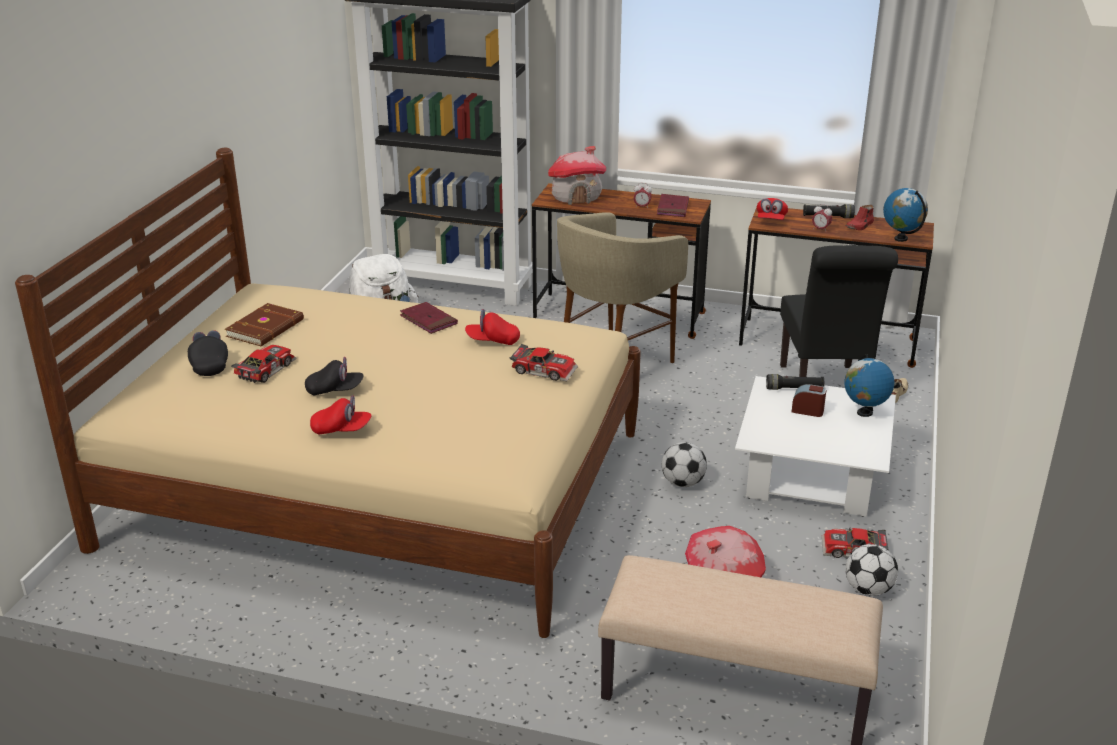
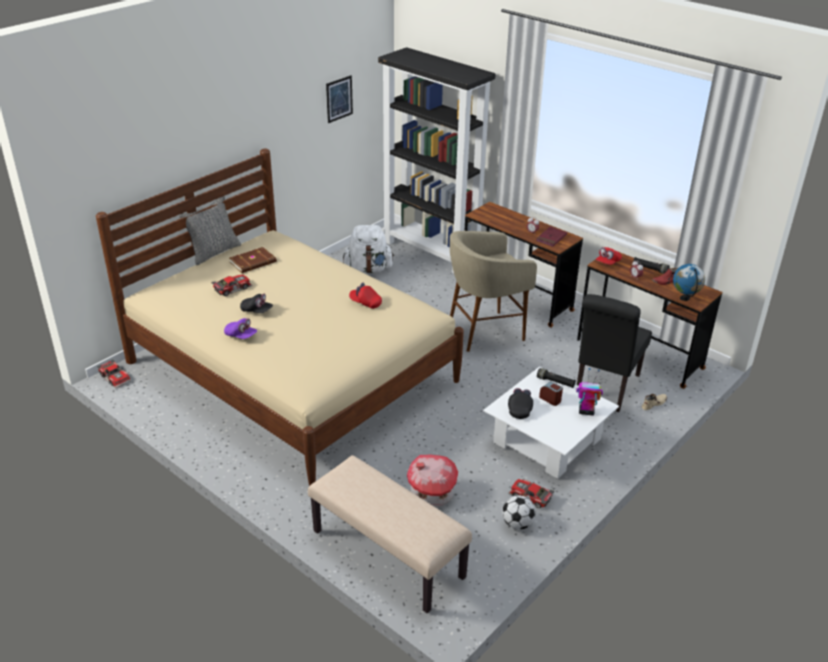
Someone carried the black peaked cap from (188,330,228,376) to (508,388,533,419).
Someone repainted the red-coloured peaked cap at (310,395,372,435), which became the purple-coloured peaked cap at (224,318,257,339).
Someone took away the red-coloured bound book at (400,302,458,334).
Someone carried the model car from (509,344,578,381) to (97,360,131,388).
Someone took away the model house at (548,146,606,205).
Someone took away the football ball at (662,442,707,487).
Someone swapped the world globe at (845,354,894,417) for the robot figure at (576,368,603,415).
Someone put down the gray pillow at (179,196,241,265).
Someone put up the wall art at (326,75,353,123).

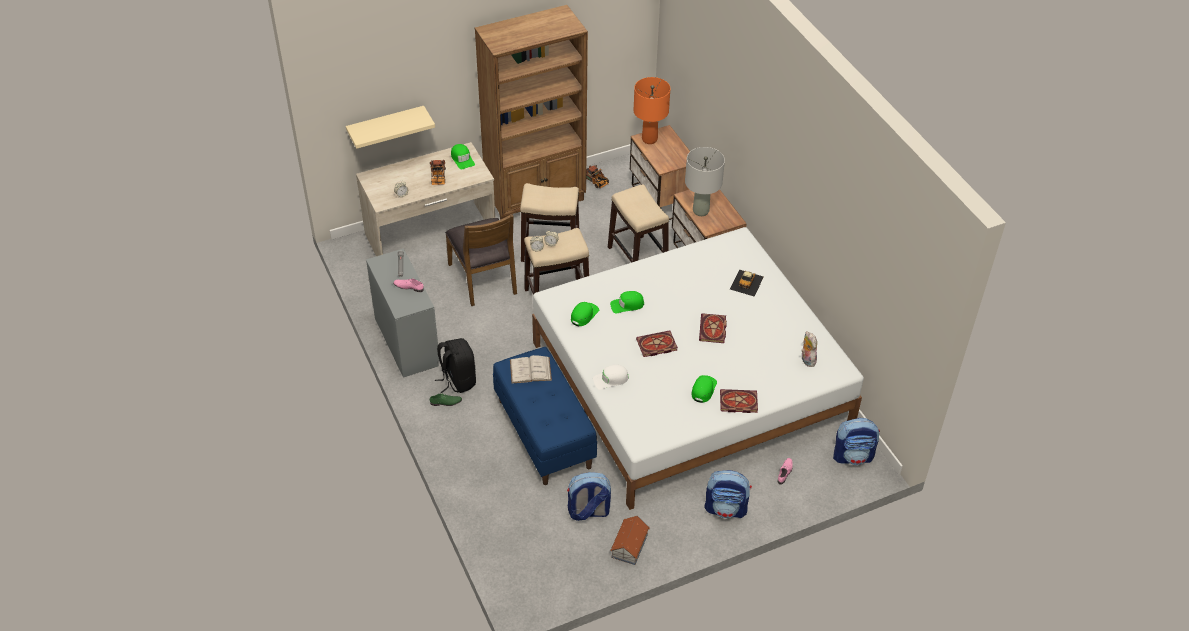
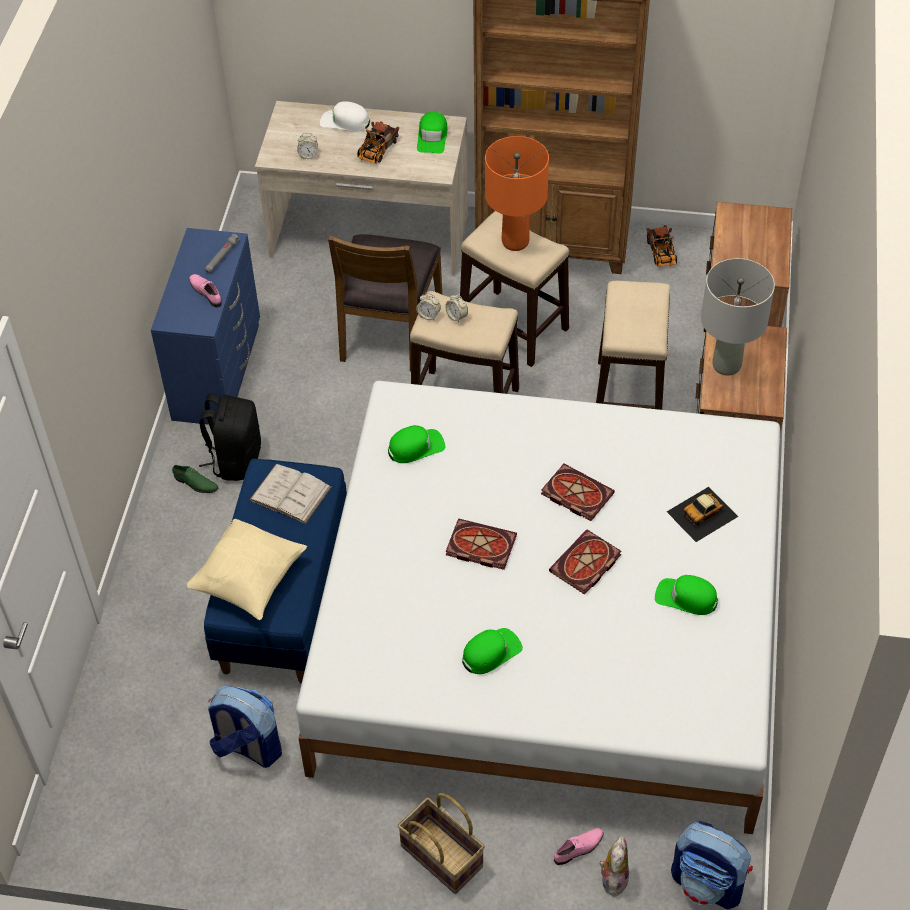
Someone took away the sand-coloured bracket shelf at (346,106,435,149).
Someone repainted the gray dresser at (366,248,439,378), which became the blue-coloured dresser at (151,228,260,425).
Someone carried the whitish peaked cap from (593,365,629,390) to (320,101,370,132).
Someone carried the green peaked cap from (610,291,644,313) to (655,575,718,615).
Someone took away the model house at (610,516,650,565).
Someone carried the orangey lamp for a table from (634,77,670,144) to (485,136,549,251).
Someone swapped the rucksack at (704,470,752,518) for the basket at (398,793,485,894).
Someone carried the bound book from (720,389,758,413) to (541,464,615,521).
Someone carried the plush toy from (801,331,817,367) to (599,836,629,897).
Someone put down the sand-coloured pillow at (187,519,307,620).

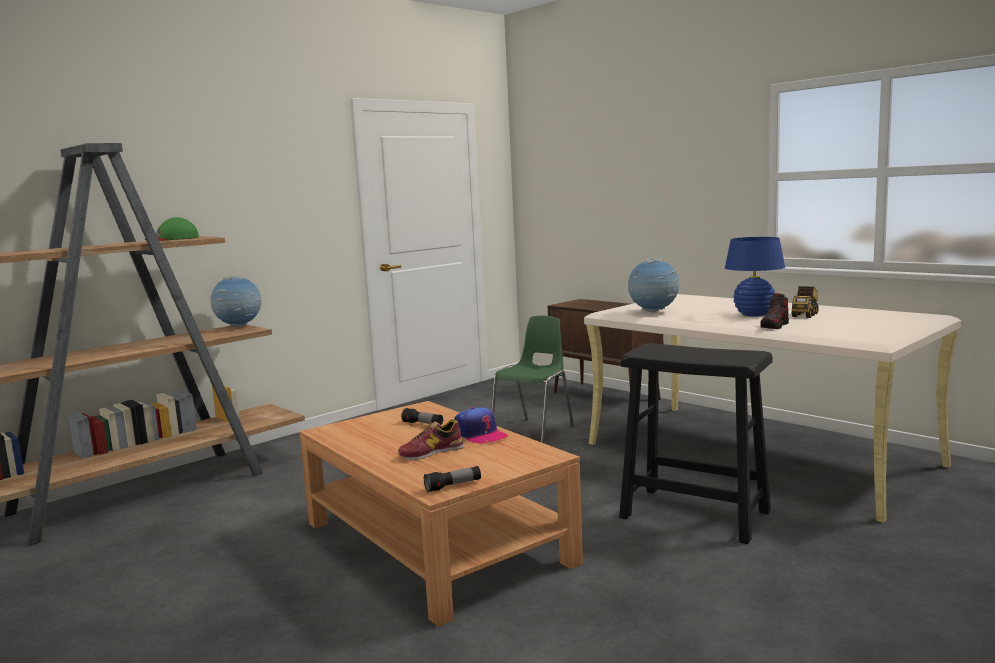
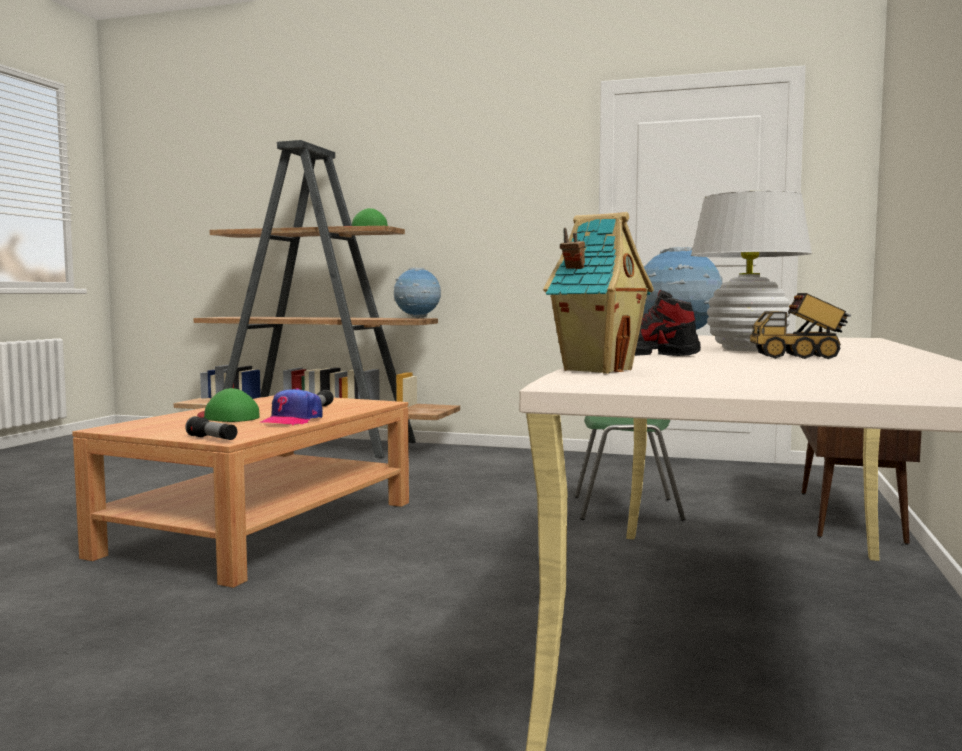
Someone swapped the item of footwear at (398,419,465,460) for the green peaked cap at (197,388,259,422).
Someone carried the flashlight from (424,466,481,492) to (185,416,237,440).
Someone took away the black sitting stool at (619,343,773,544).
Someone repainted the blue-coloured lamp for a table at (725,237,785,316), which became the whitish lamp for a table at (691,190,812,351).
Someone put down the model house at (543,212,654,374).

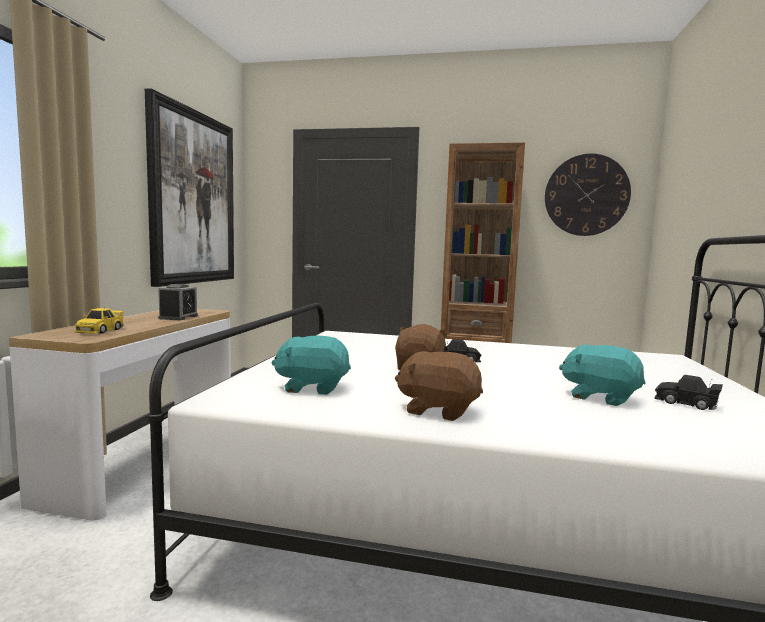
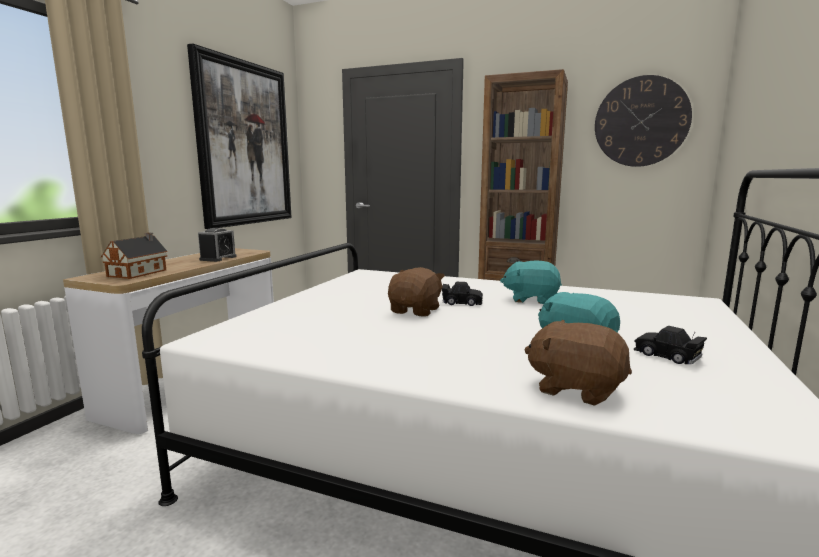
Someone swapped the yellow-coloured model car at (74,308,124,334) for the model house at (101,233,168,279).
Someone carried the turquoise plush toy from (271,336,351,395) to (500,260,562,304).
Someone carried the brown-coloured plush toy from (395,351,483,421) to (524,320,632,406).

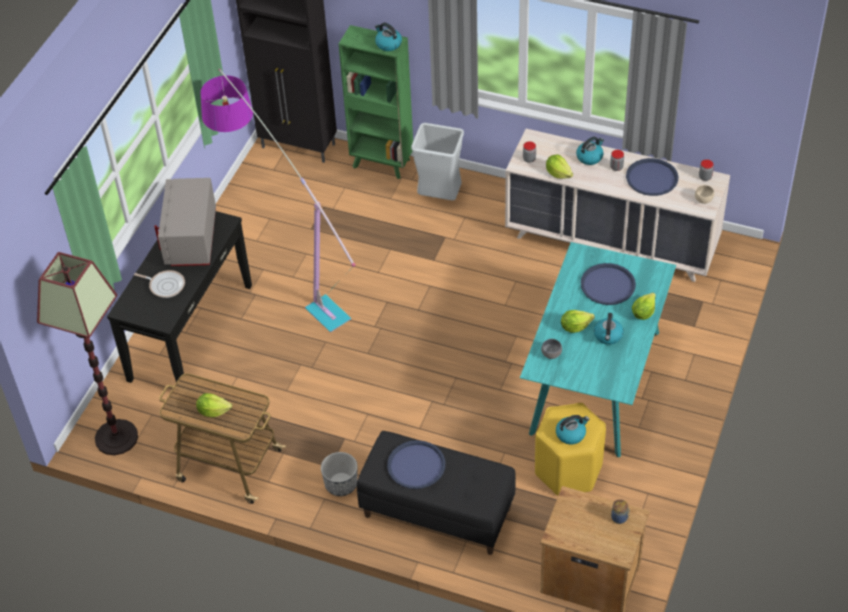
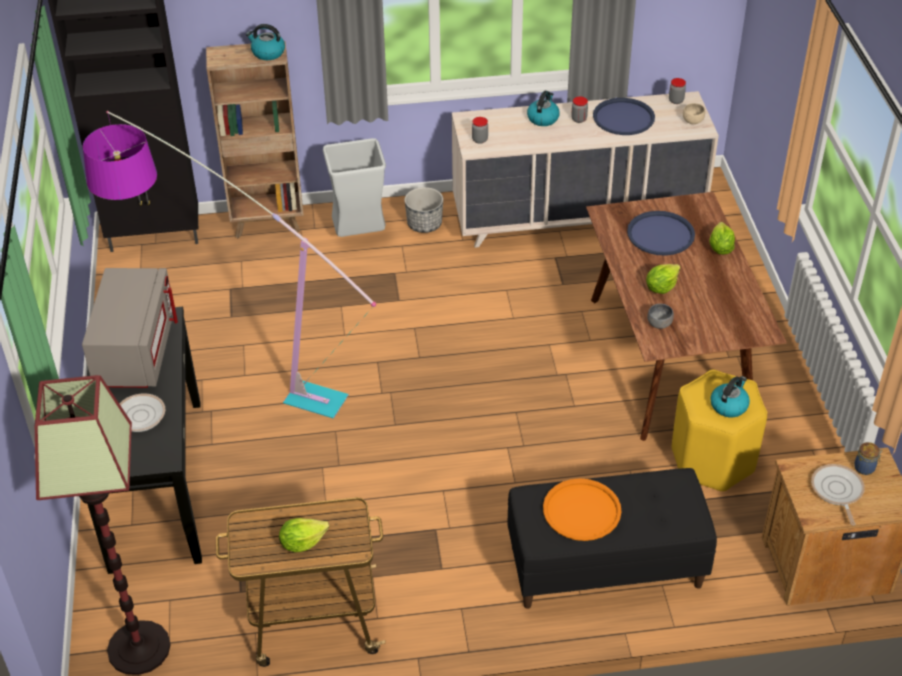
Someone rotated the gray microwave oven at (154,178,216,266) by 150 degrees counterclockwise.
Someone carried the flower pot from (321,452,358,496) to (405,187,443,233).
Someone repainted the green shelving unit at (339,25,413,179), which became the brown-coloured shelving unit at (206,41,304,239).
Someone repainted the blue-coloured tray at (387,440,445,489), which became the orangey tray at (543,478,621,541).
Someone repainted the turquoise dinner table at (520,242,676,457), which became the brown-coloured dinner table at (586,192,787,441).
Someone took away the lettuce at (546,154,573,179).
Someone took away the water kettle at (594,313,624,345).
Someone put down the pan at (811,464,865,526).

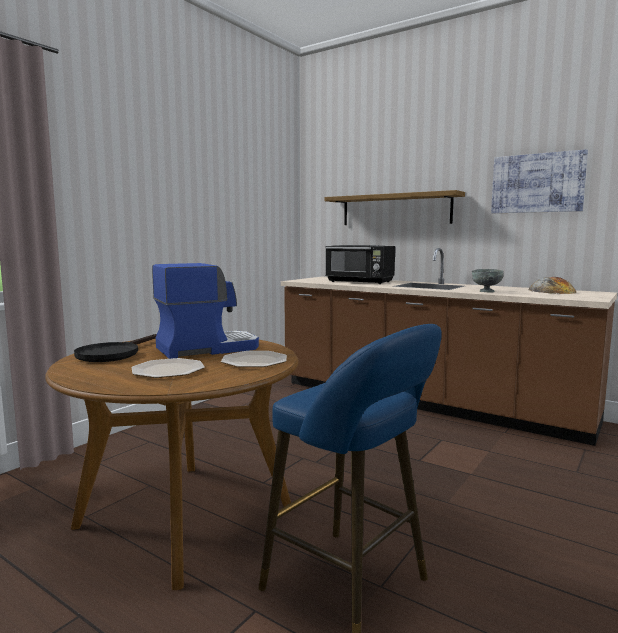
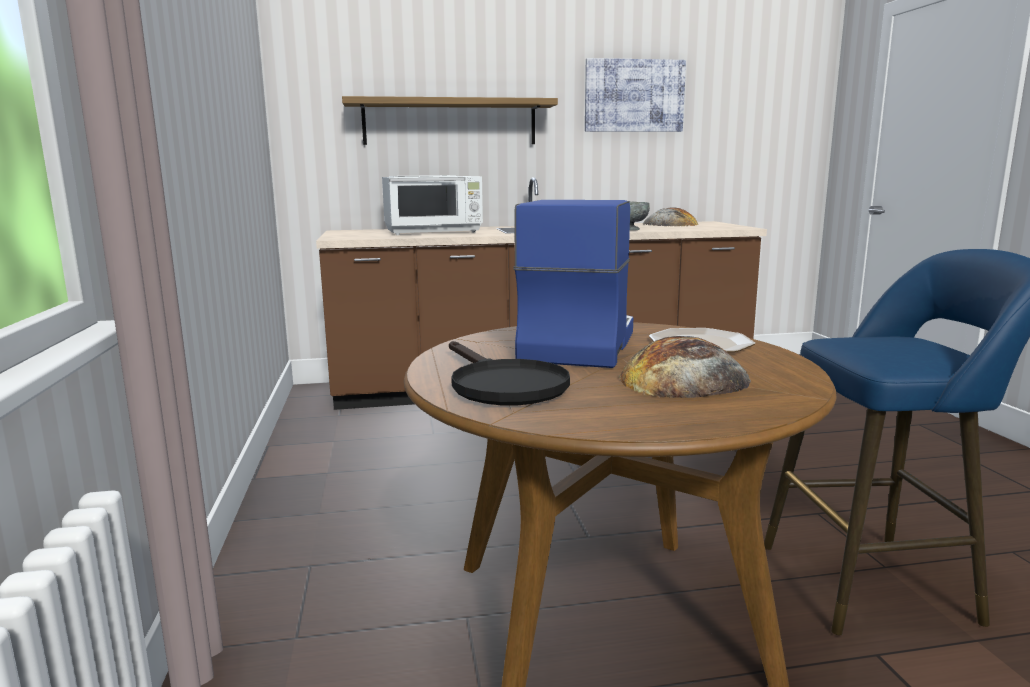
Someone swapped the plate at (131,358,205,378) for the bread at (619,336,751,398).
Someone repainted the black microwave oven at (325,245,395,284), which became the whitish microwave oven at (382,175,483,235).

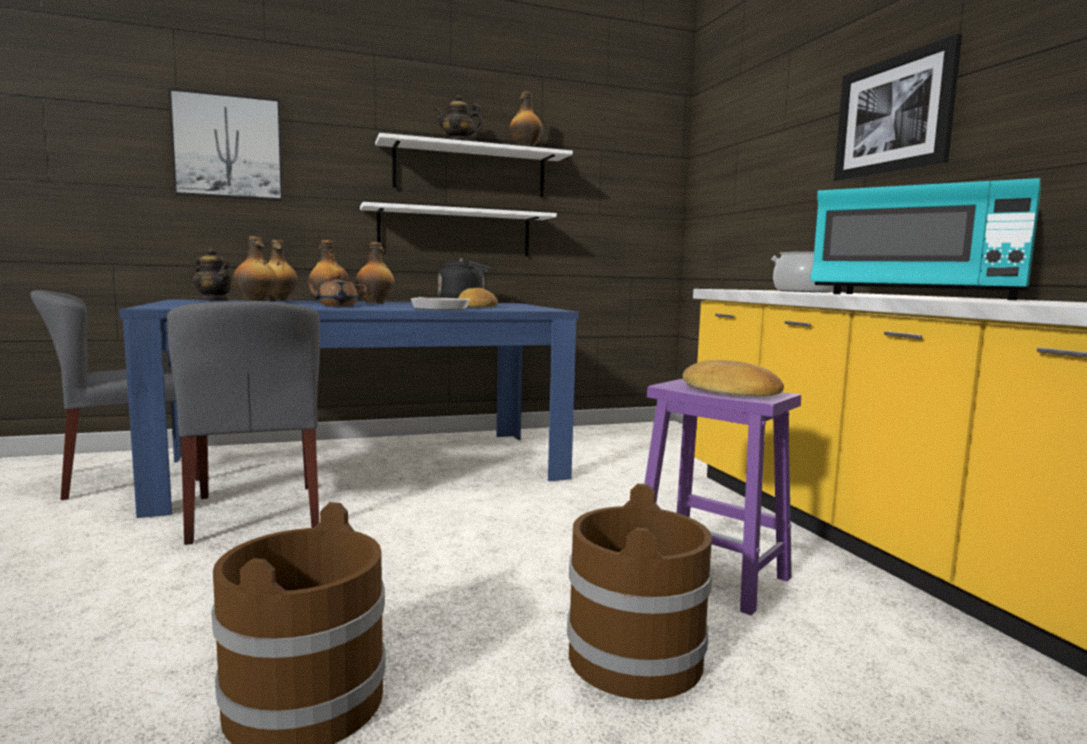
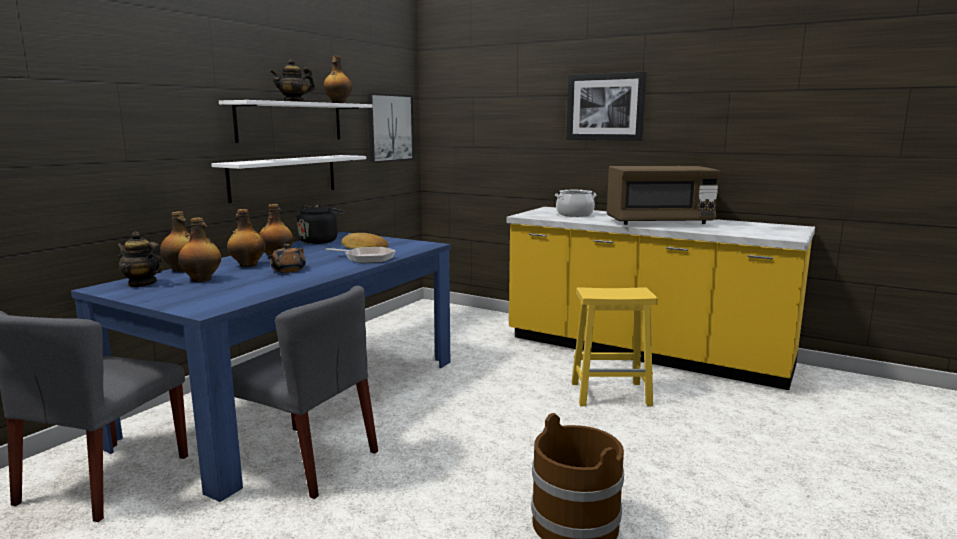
Someone carried the wall art from (168,87,284,201) to (367,93,414,163).
Someone rotated the teapot at (193,248,233,301) by 150 degrees counterclockwise.
Someone took away the brown-coloured water bucket at (567,484,712,700).
Someone repainted the purple-coloured sitting stool at (644,379,801,615), which became the yellow-coloured sitting stool at (572,287,658,406).
Someone took away the bread at (683,360,784,396).
Someone repainted the turquoise microwave oven at (810,178,1041,300), which became the brown-coloured microwave oven at (607,166,721,225).

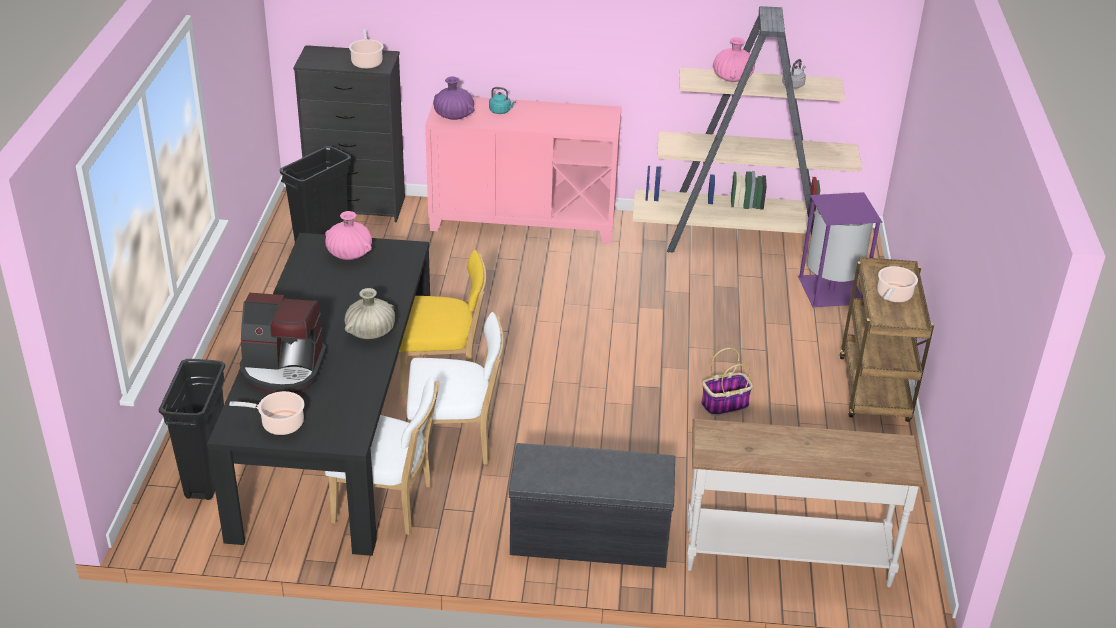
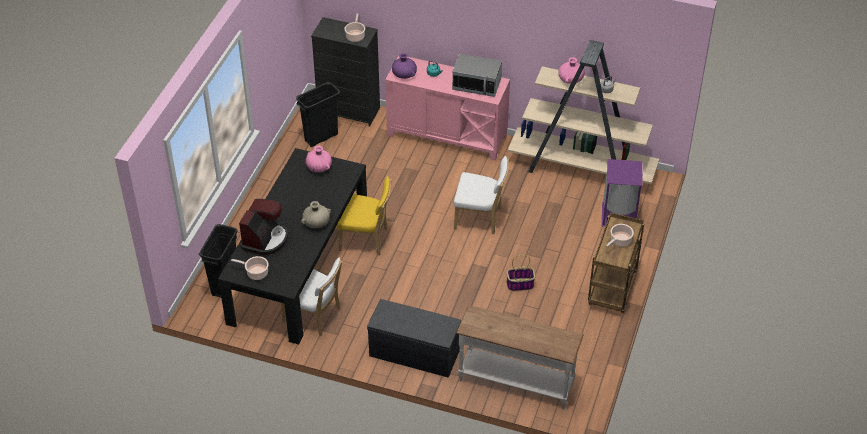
Someone rotated the coffee brewer at (240,293,327,393) by 90 degrees counterclockwise.
Someone carried the whitish plain chair from (407,312,504,465) to (454,156,509,234).
Someone put down the microwave oven at (452,54,502,97).

